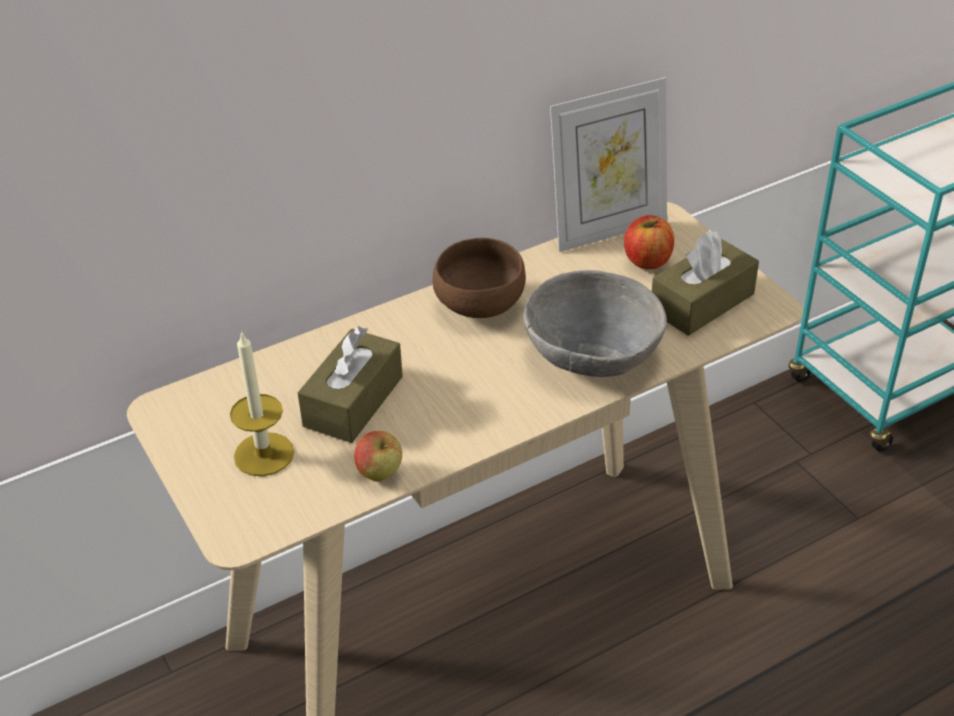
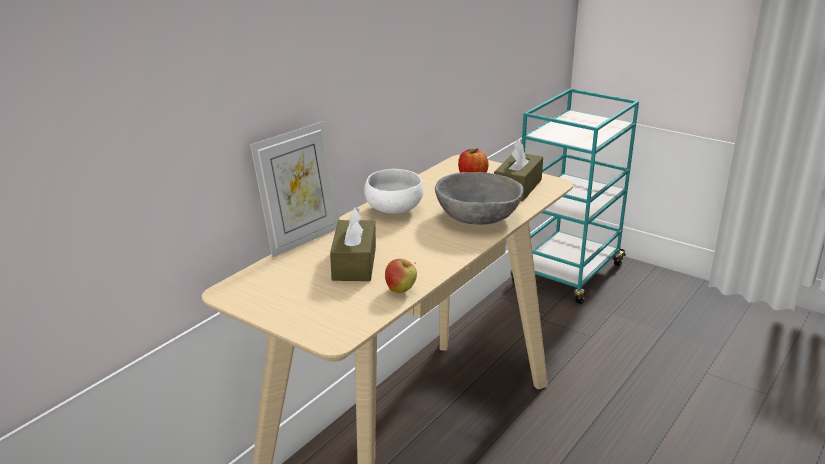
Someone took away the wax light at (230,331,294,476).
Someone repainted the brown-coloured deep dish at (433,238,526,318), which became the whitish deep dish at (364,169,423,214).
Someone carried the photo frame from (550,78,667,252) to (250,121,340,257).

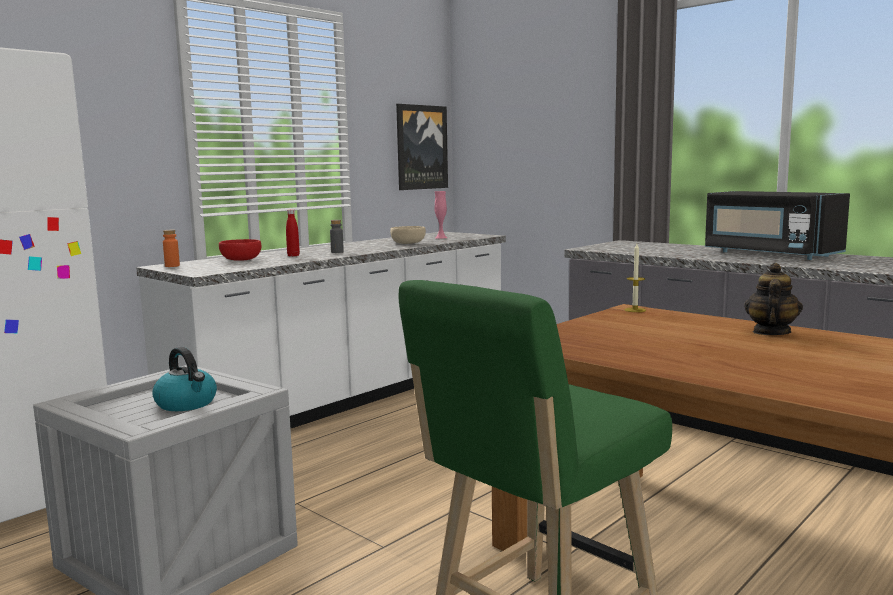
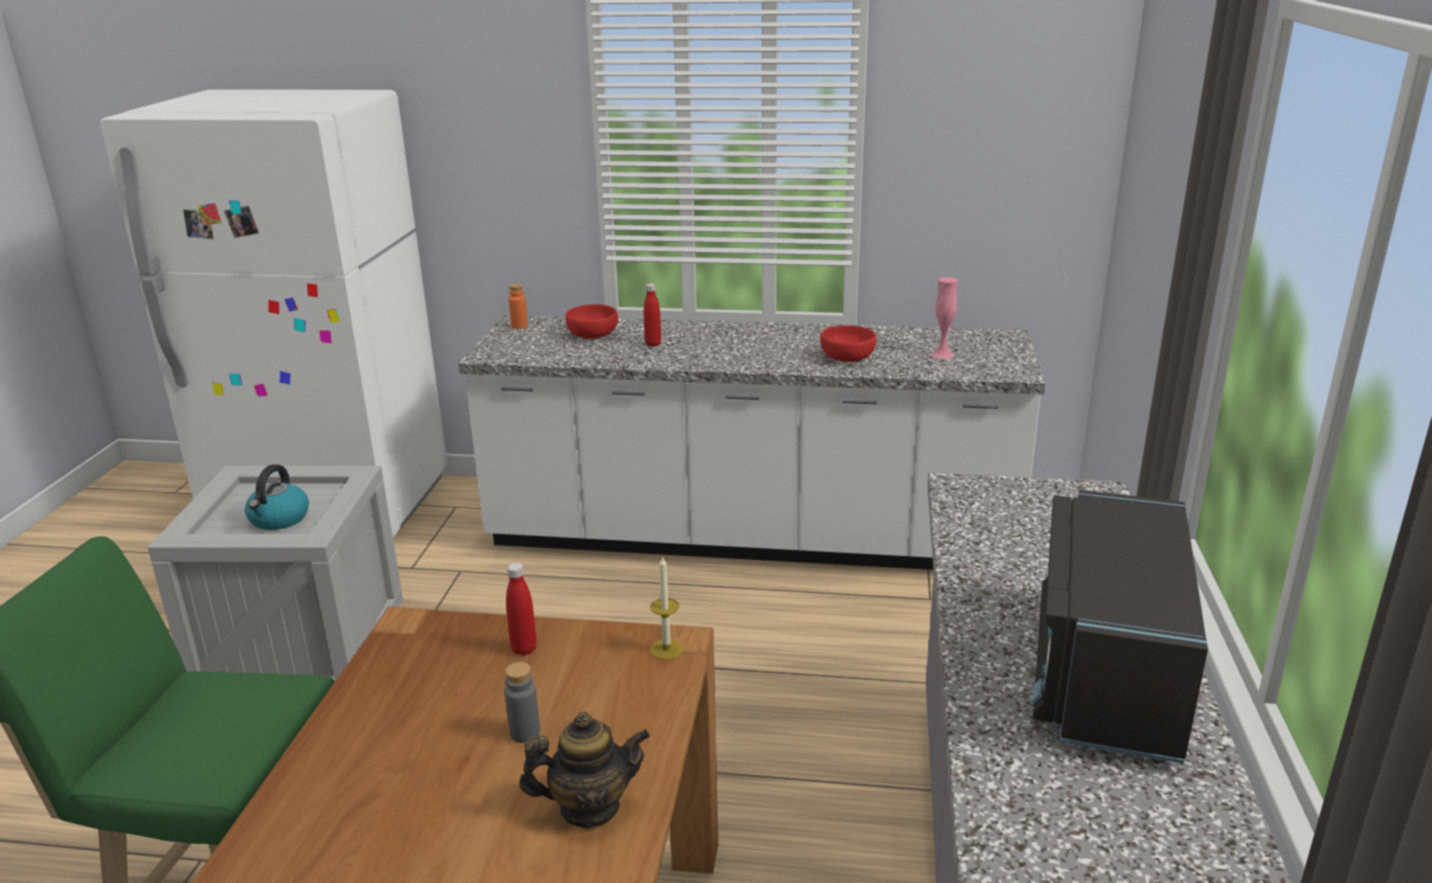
Someone carried the gray drink bottle from (330,220,344,253) to (505,662,540,743).
Someone repainted the sand-coloured deep dish at (390,226,426,244), which became the red-coloured deep dish at (820,325,876,362).
Someone took away the wall art at (396,104,448,190).
Someone put down the red-coloured drink bottle at (506,563,537,656).

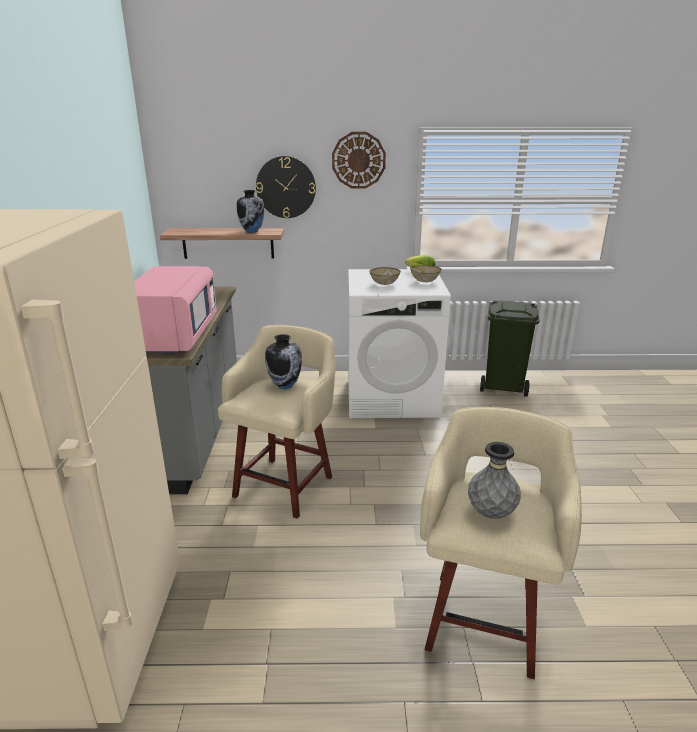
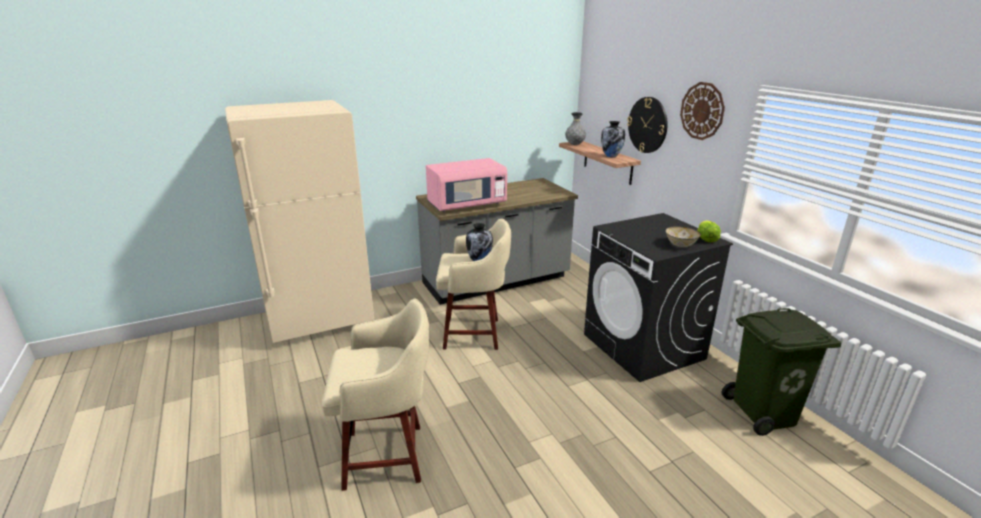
Someone repainted the whitish washing machine at (348,269,451,418), which became the black washing machine at (584,213,733,382).
Someone took away the deep dish at (369,267,401,285).
Someone carried the gray decorative vase from (468,442,521,519) to (565,112,586,145).

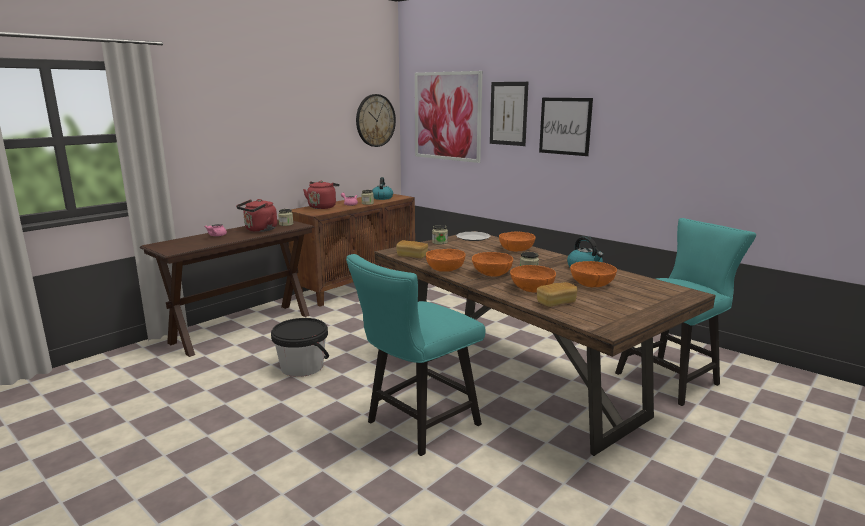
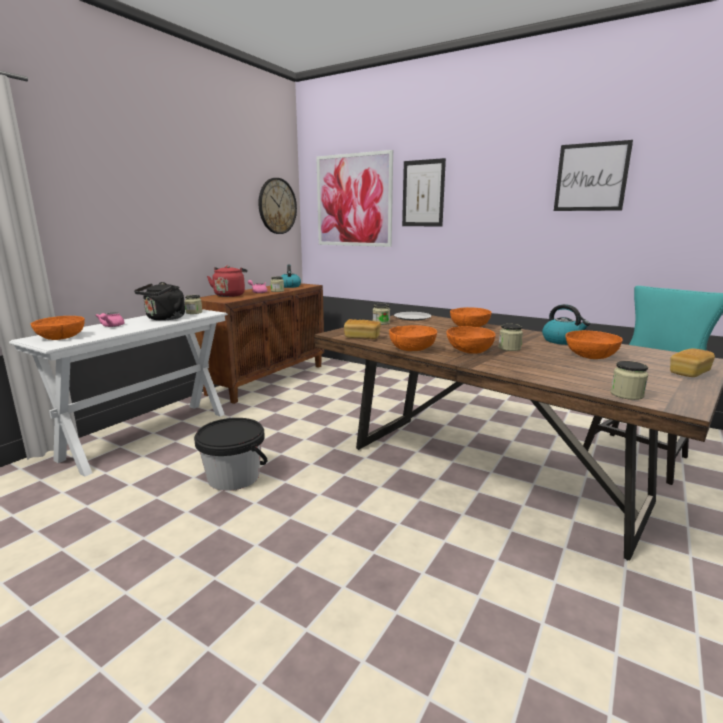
Someone repainted the brown-coloured console table at (140,220,314,357), which became the whitish console table at (9,309,228,476).
Someone repainted the red-coloured water kettle at (236,199,277,232), which became the black water kettle at (134,282,185,321).
Someone took away the turquoise plain chair at (346,254,485,456).
Someone carried the orangey deep dish from (510,265,556,292) to (30,316,85,340).
Someone carried the bread from (537,282,578,307) to (670,348,715,377).
Someone carried the wall art from (539,98,593,156) to (554,140,633,211).
Someone put down the storage jar at (610,361,648,400).

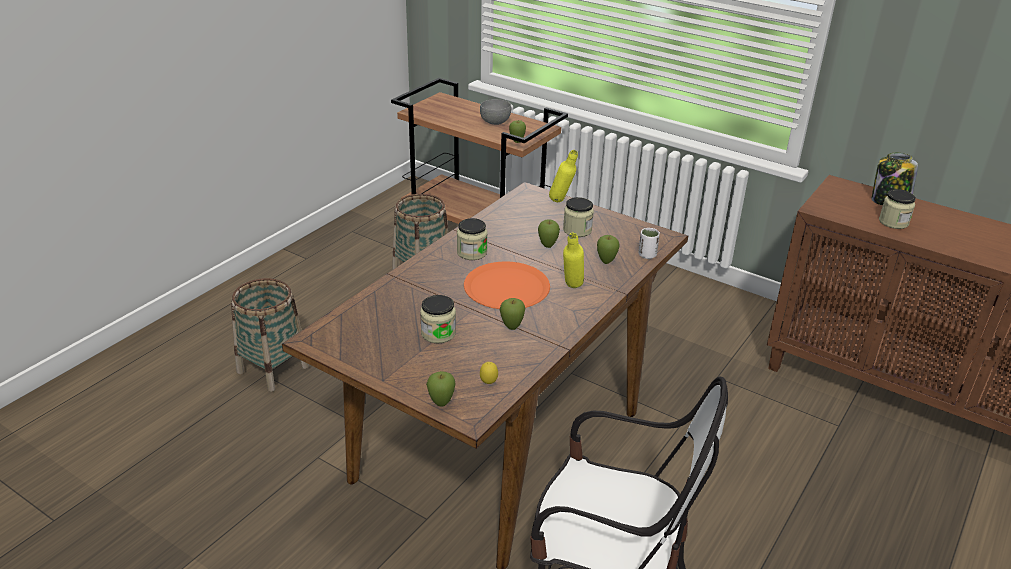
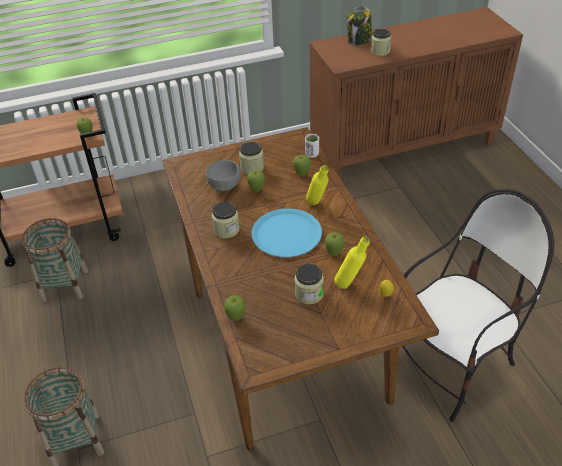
Someone carried the apple from (426,371,456,407) to (224,295,245,321).
Someone repainted the orangey plate at (464,262,550,309), which became the blue-coloured plate at (252,208,322,257).
Someone carried the gray deep dish from (480,99,511,125) to (206,160,240,191).
Someone carried the yellow-coloured drink bottle from (549,150,578,202) to (334,236,370,289).

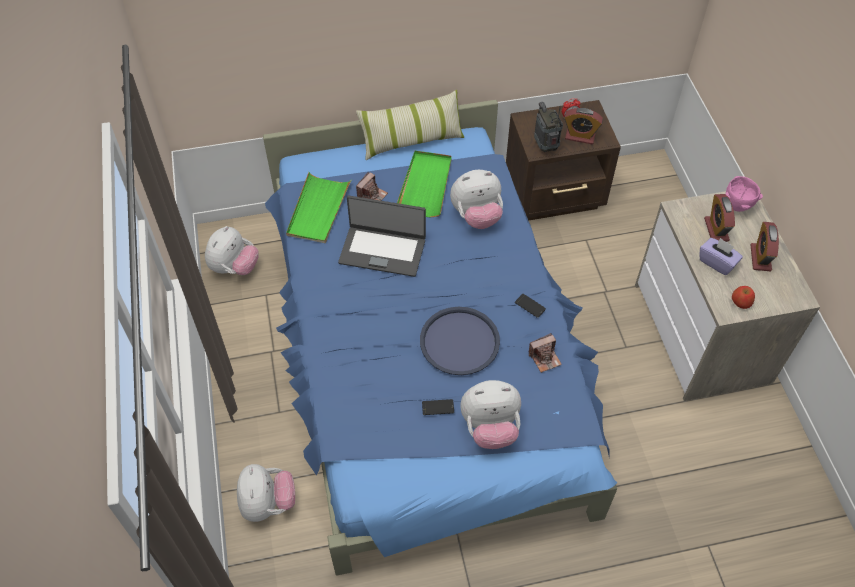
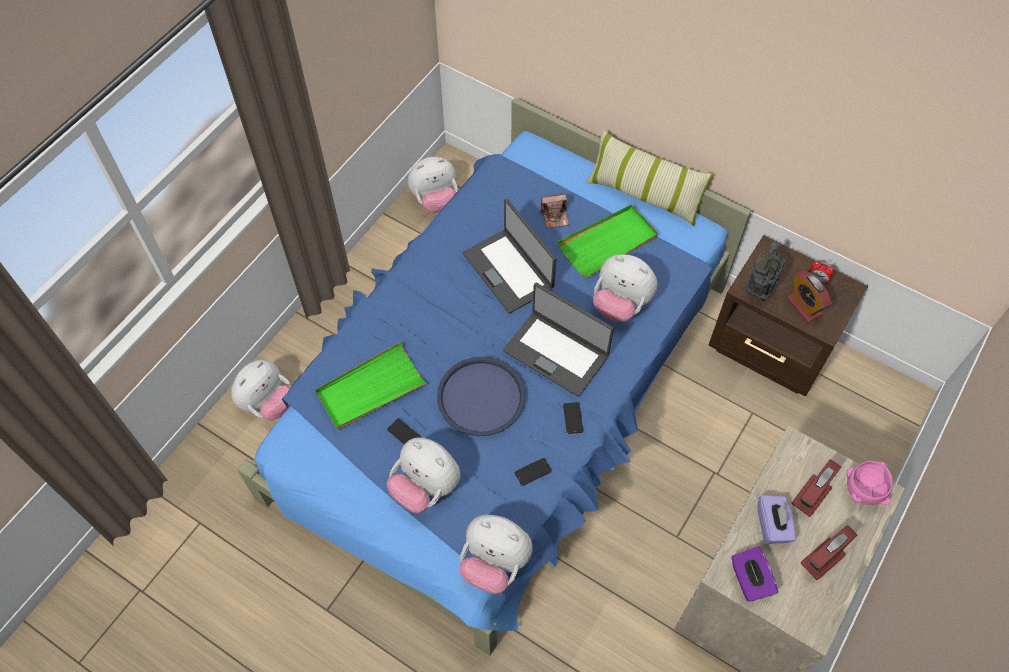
Someone carried the green tray from (286,172,351,243) to (315,342,427,430).
Someone swapped the photo camera at (529,333,562,373) for the handset at (515,458,552,486).
Someone swapped the apple at (732,286,755,309) for the purple-coloured tissue holder at (731,546,778,602).
Someone put down the plush toy at (459,515,533,594).
Someone put down the laptop at (503,283,614,397).

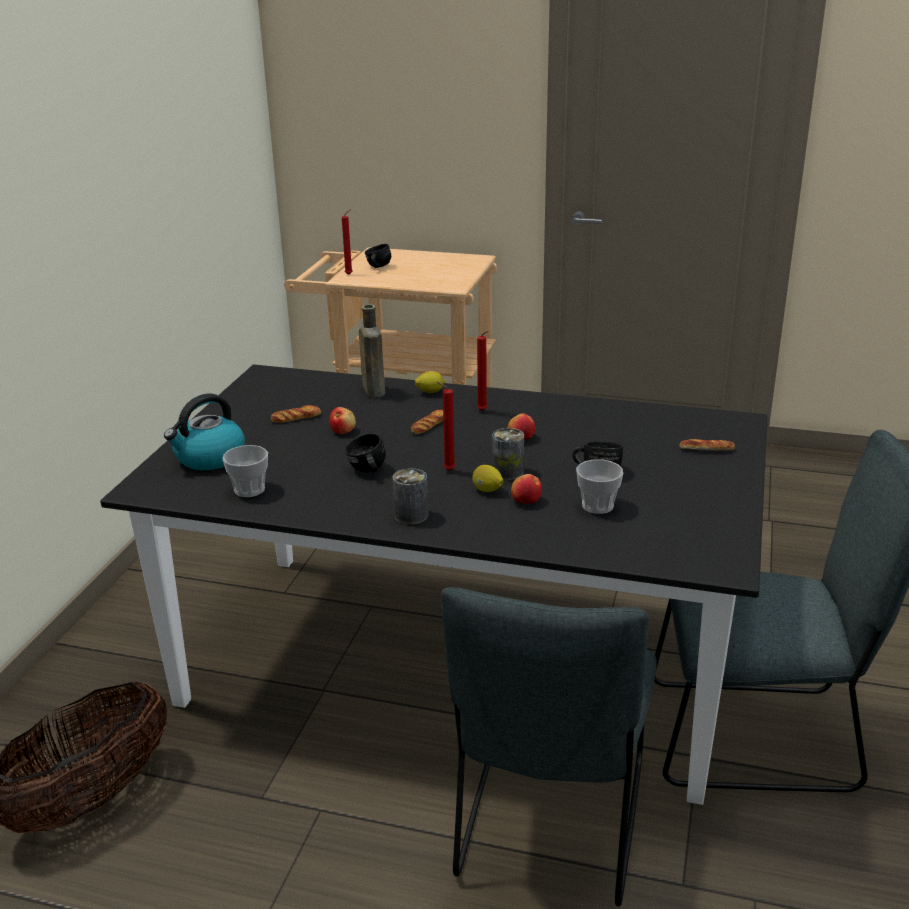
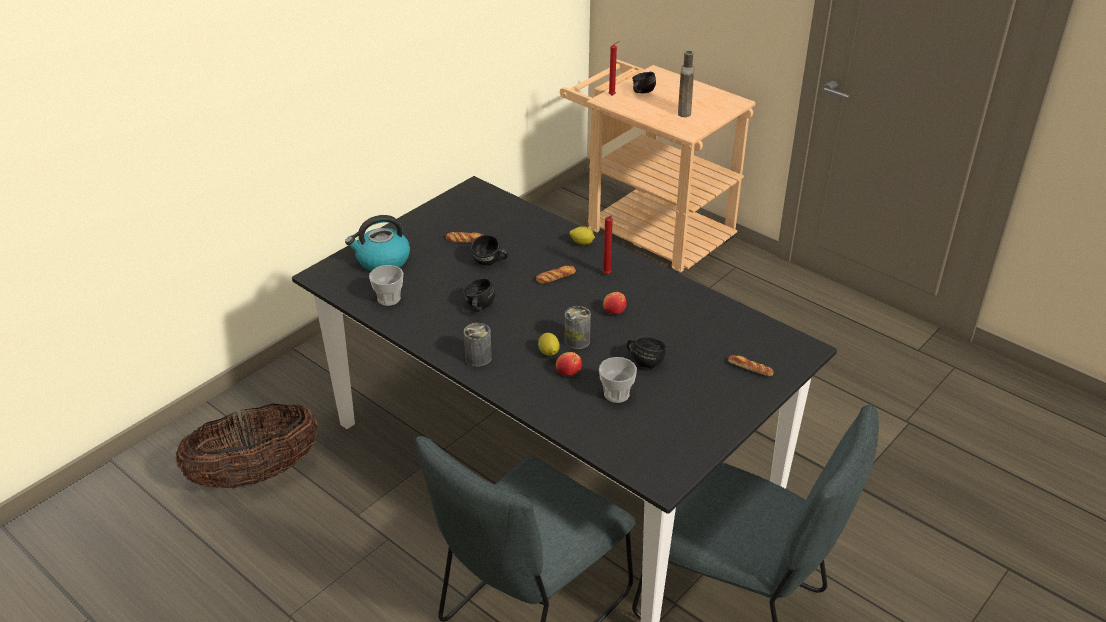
Someone swapped the apple at (329,407,356,434) for the black mug at (471,235,508,265).
Someone carried the brown-coloured drink bottle from (359,304,385,398) to (678,50,694,117).
Someone took away the red-coloured wax light at (437,382,456,471).

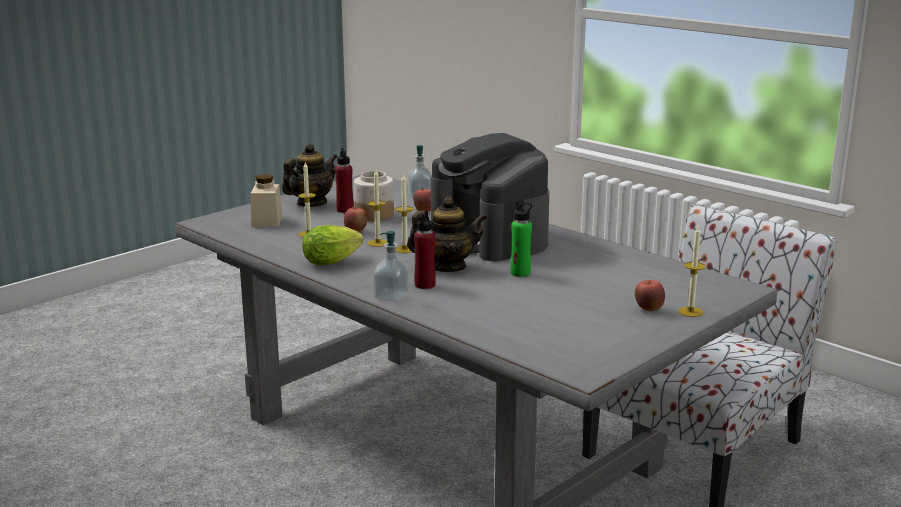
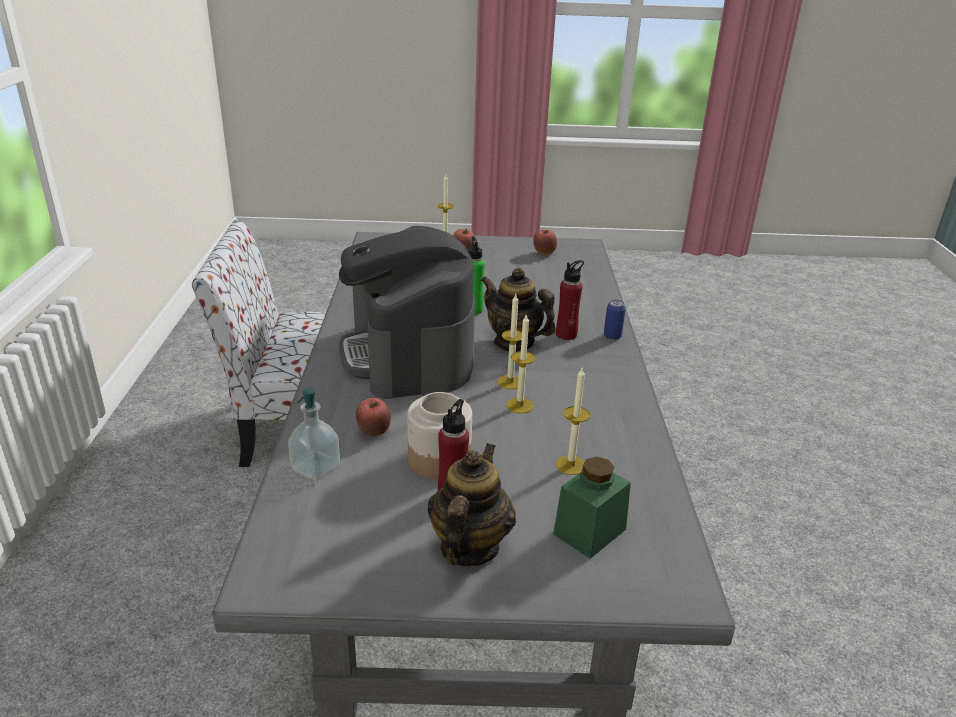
Someone repainted the sand-coloured storage jar at (250,174,282,227), which became the green storage jar at (553,456,631,559).
Someone rotated the teapot at (282,143,338,207) by 105 degrees clockwise.
Someone took away the lettuce at (302,225,364,265).
Someone carried the apple from (344,206,367,232) to (533,230,557,255).
Someone swapped the soap bottle at (374,231,409,302) for the can at (604,299,626,340).
Someone rotated the coffee brewer at (431,133,549,261) by 150 degrees clockwise.

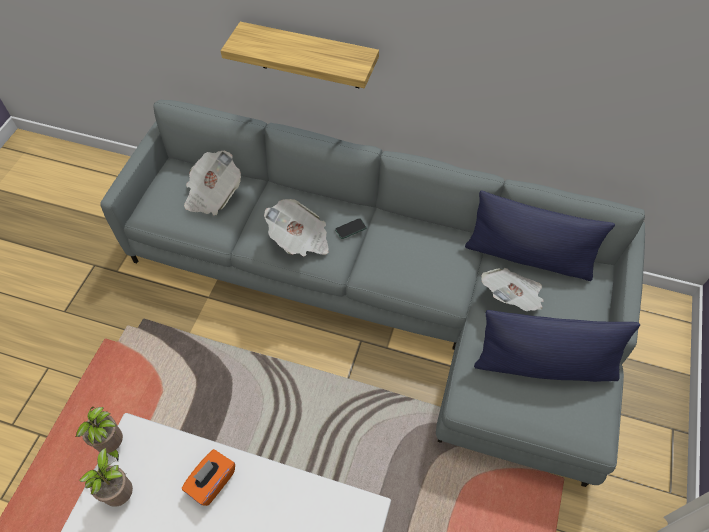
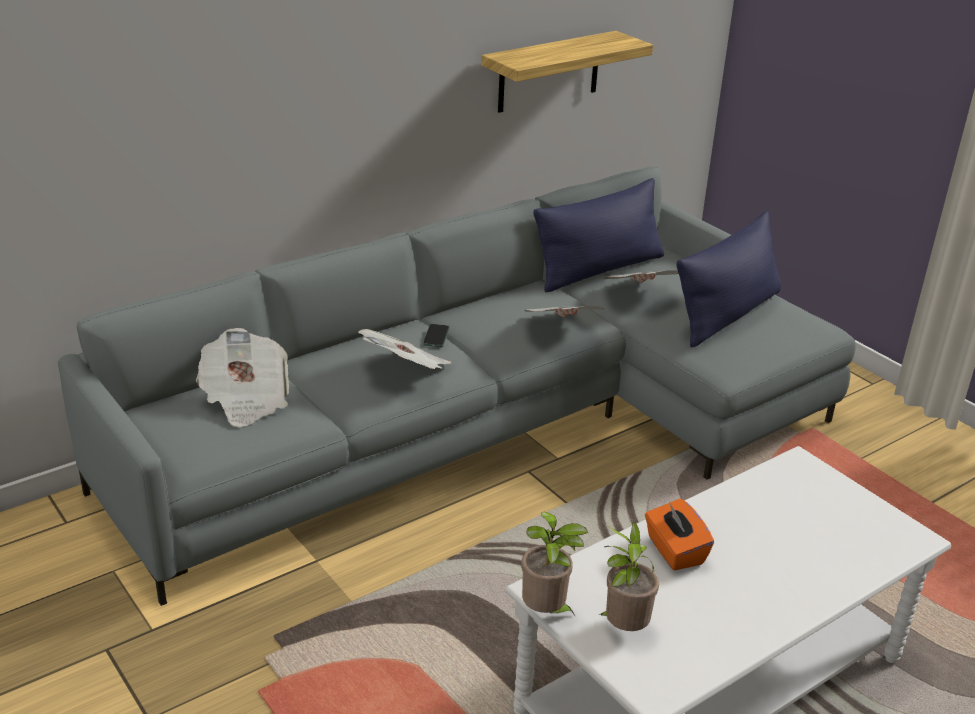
Someone carried the bracket shelf from (221,22,379,88) to (481,31,653,113).
Someone put down the printed paper at (525,306,604,318).

